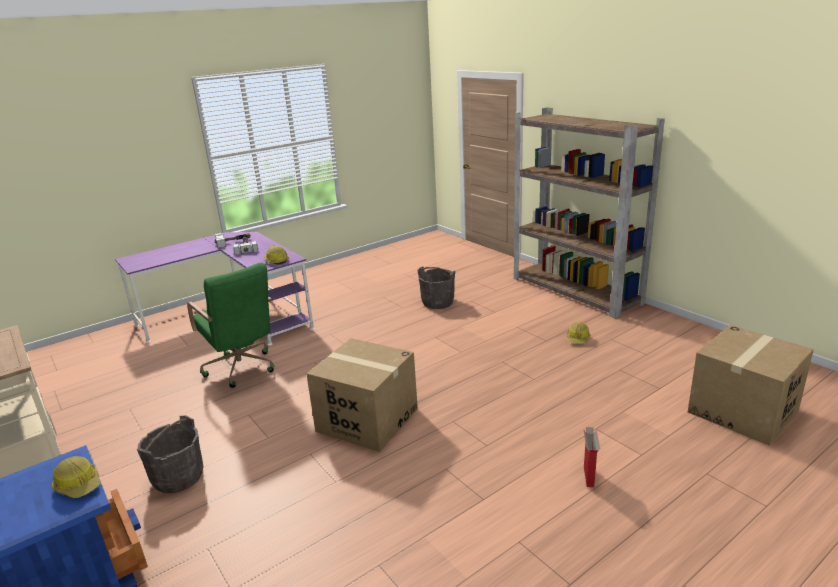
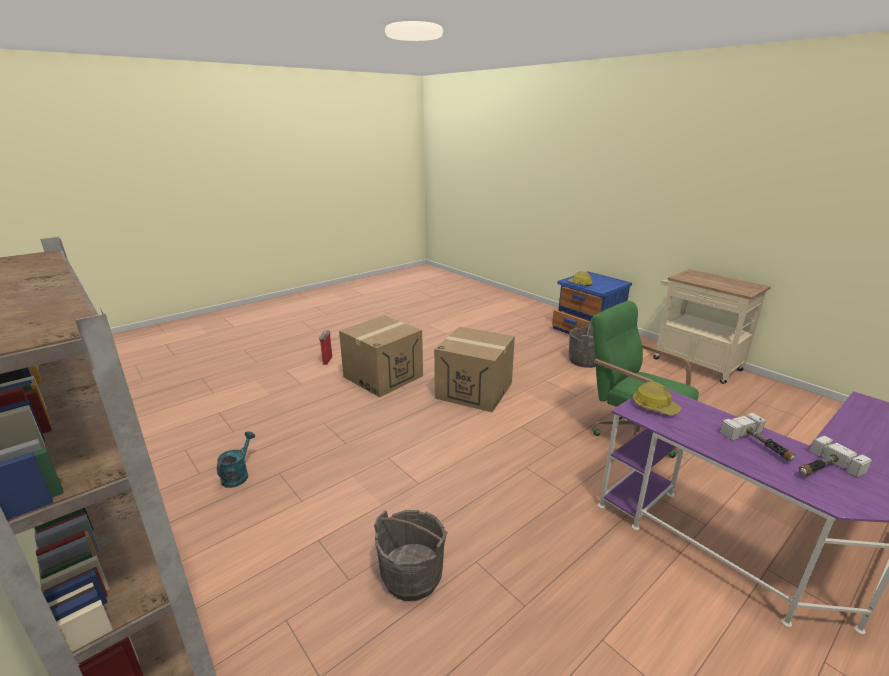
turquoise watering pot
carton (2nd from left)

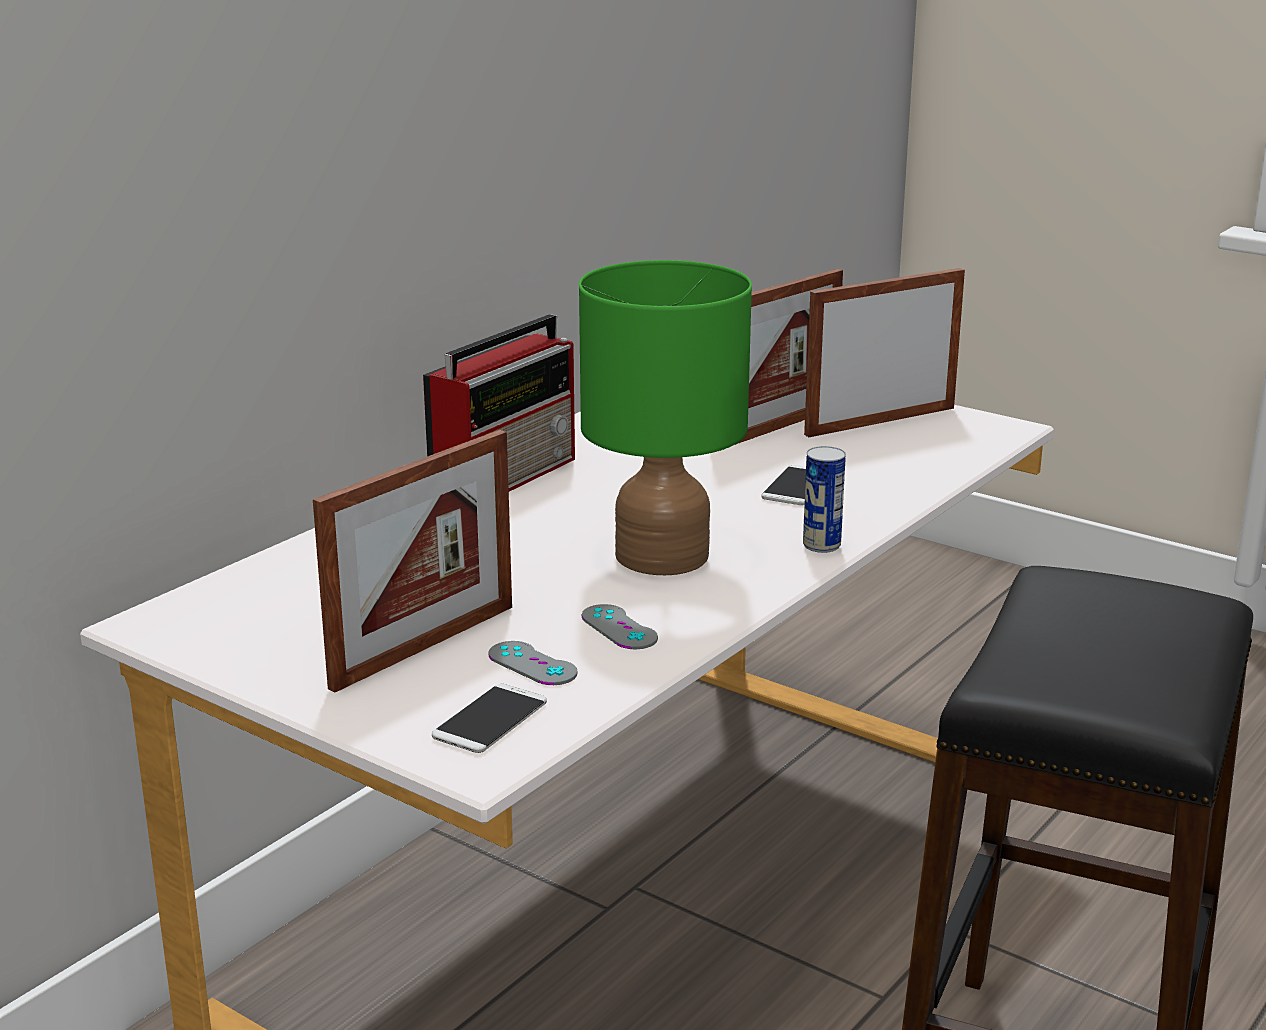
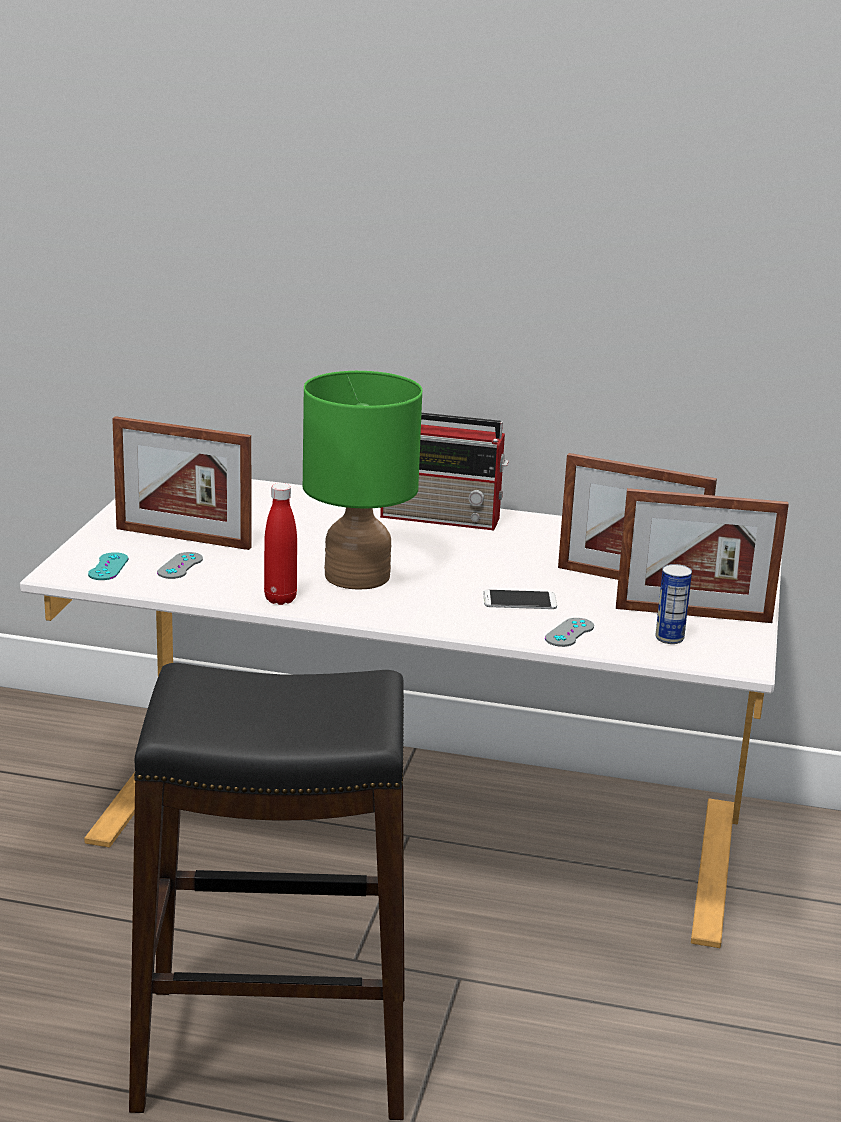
turquoise joypad
reddish beverage bottle
greyish joypad (2nd from left)
photo frame (3rd from left)
sealed can

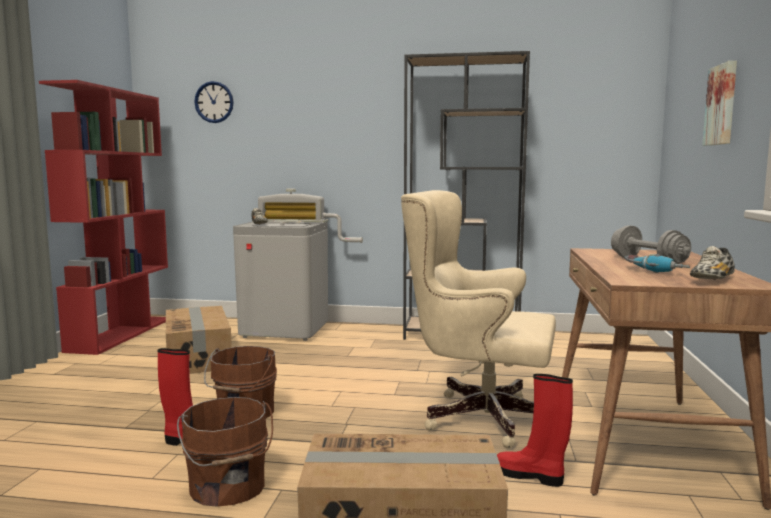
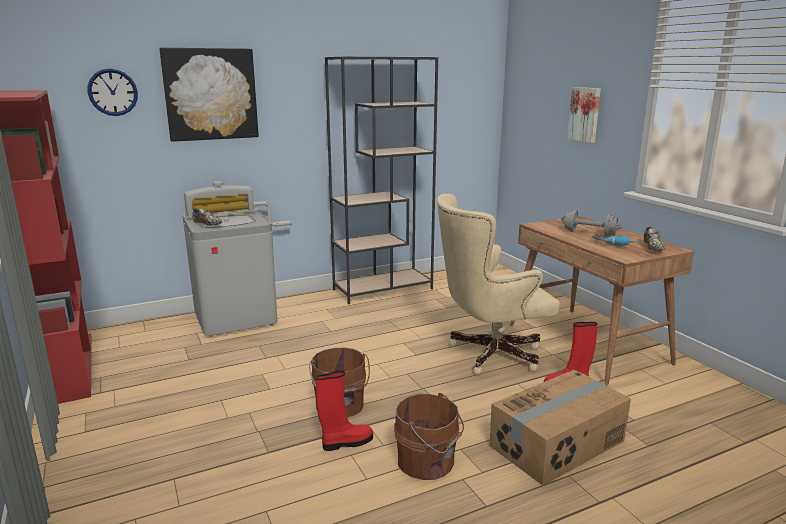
wall art (1st from left)
carton (1st from left in the first image)

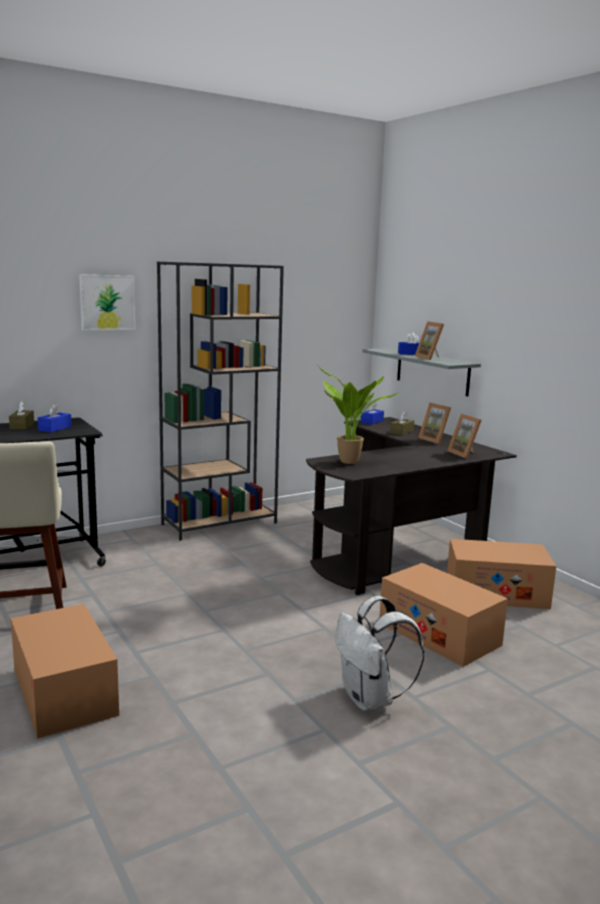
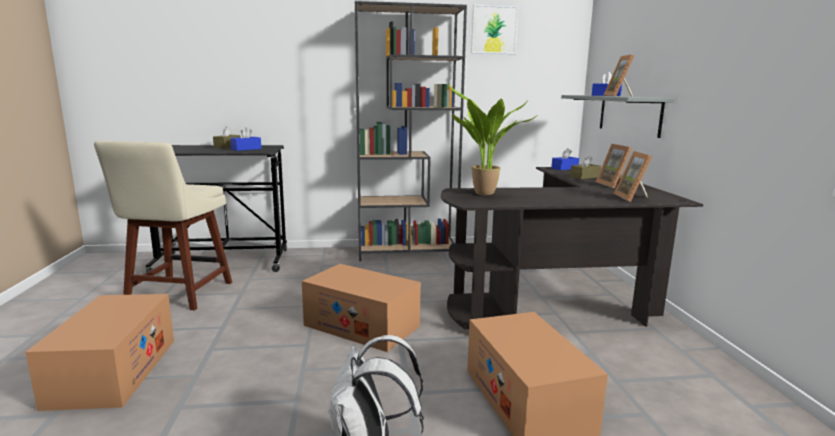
carton (2nd from left)
wall art

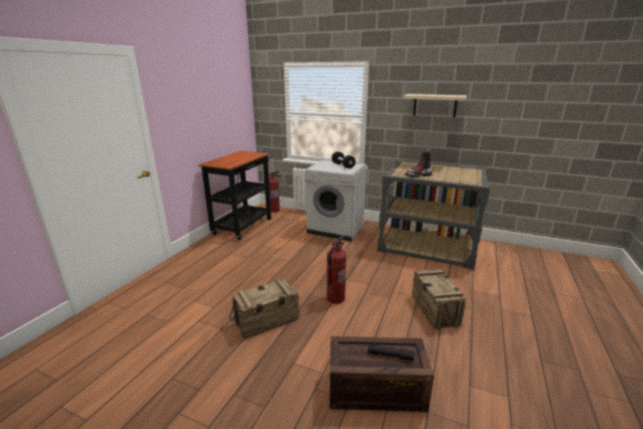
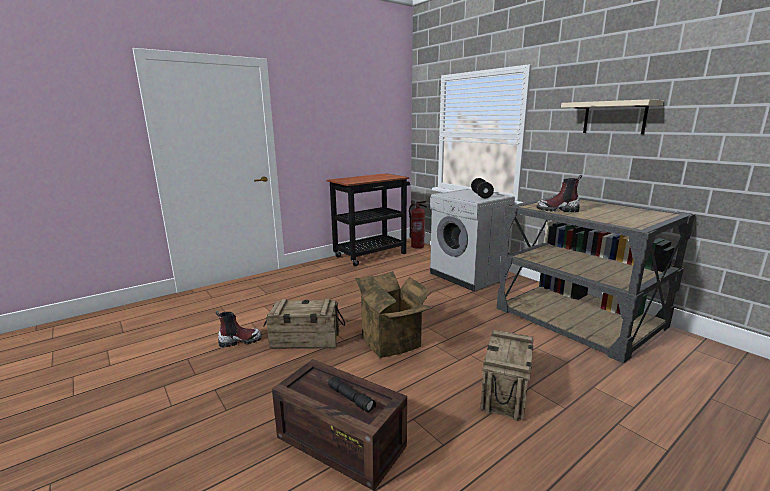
tall boot (1st from left)
carton

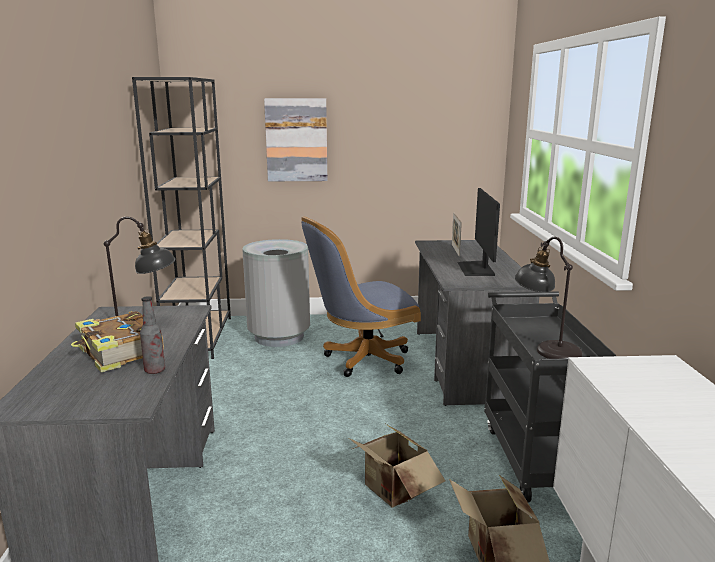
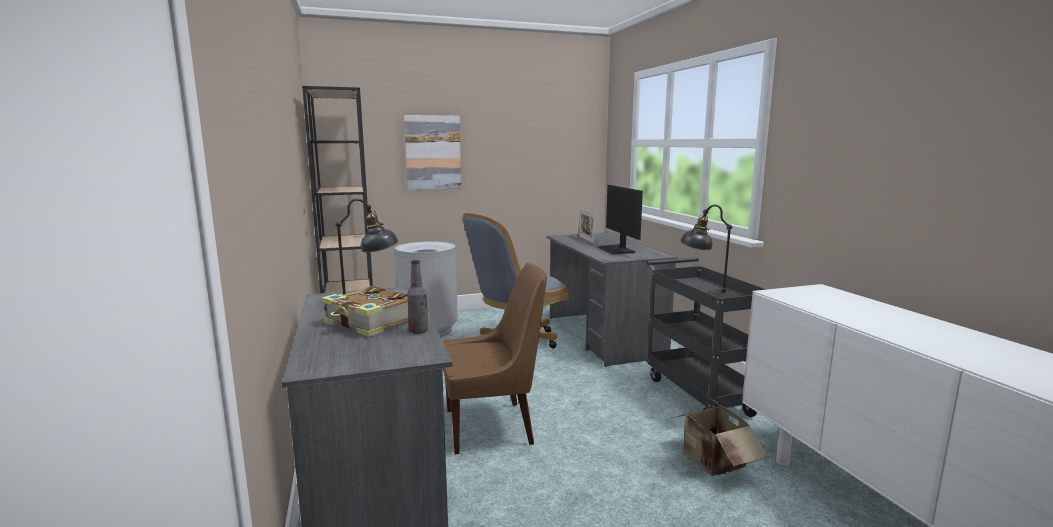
brownish upright chair
carton (1st from left in the first image)

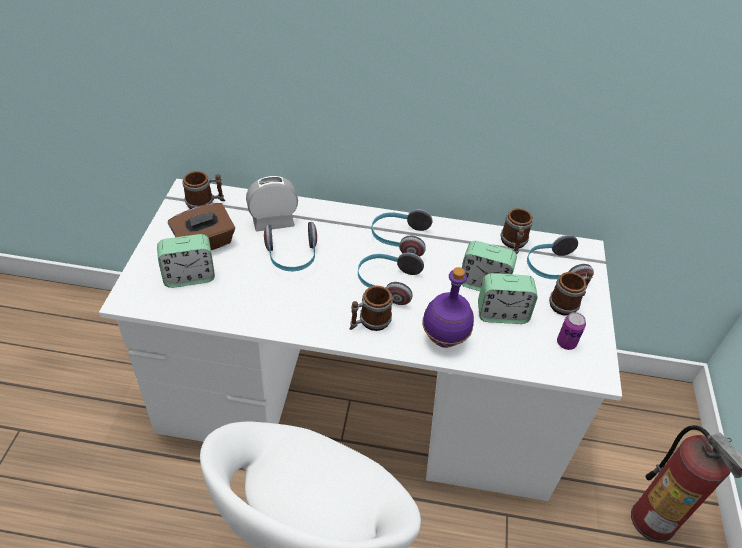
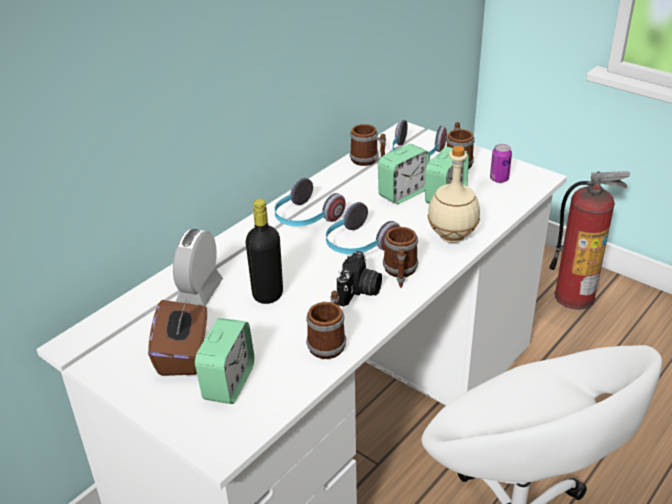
blackish beverage bottle
mug (1st from left)
photo camera
beige-coloured beverage bottle

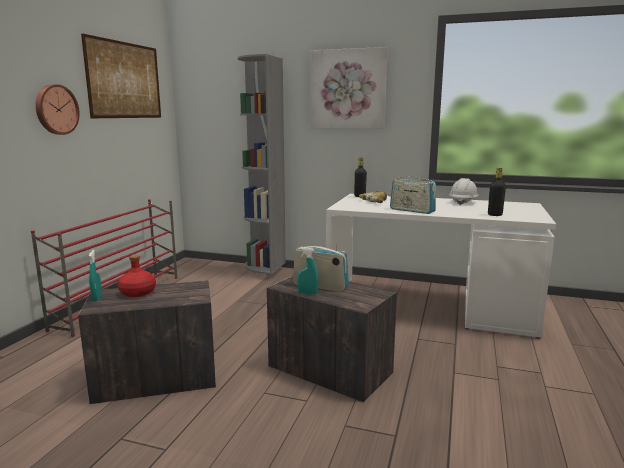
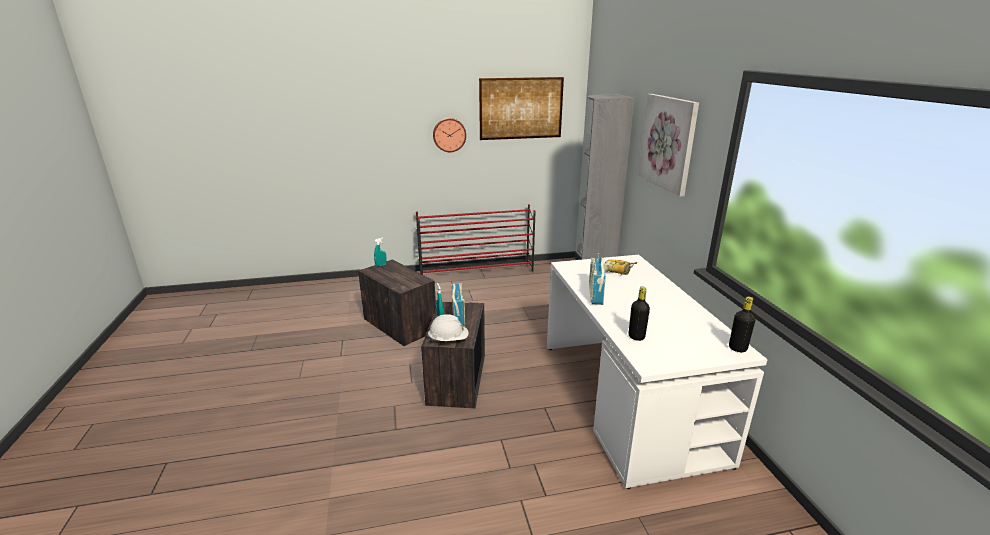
white-coloured work helmet
blackish beverage bottle (2nd from left)
reddish beverage bottle

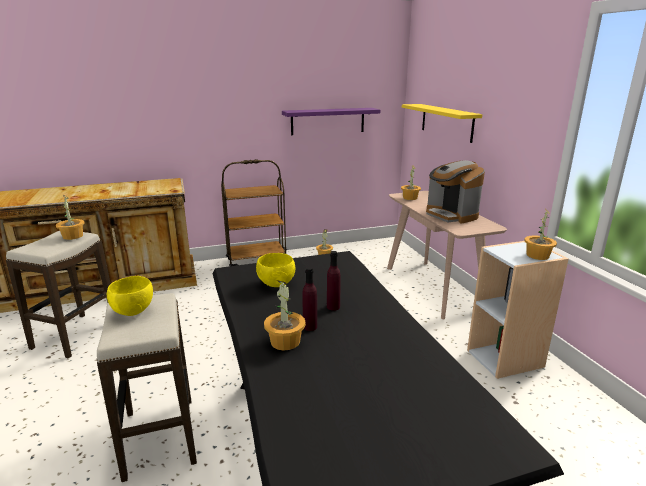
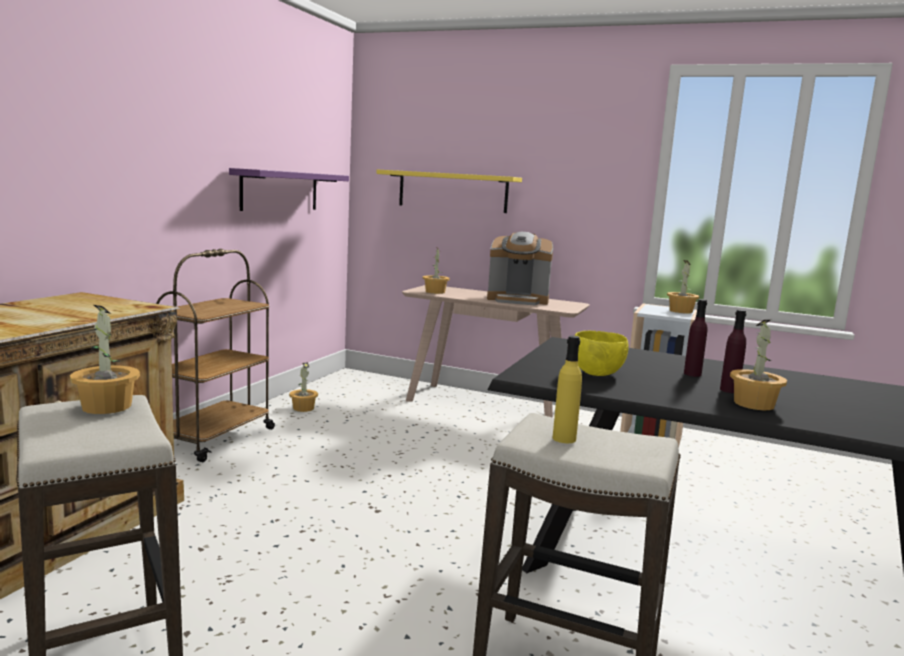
yellowish beverage bottle

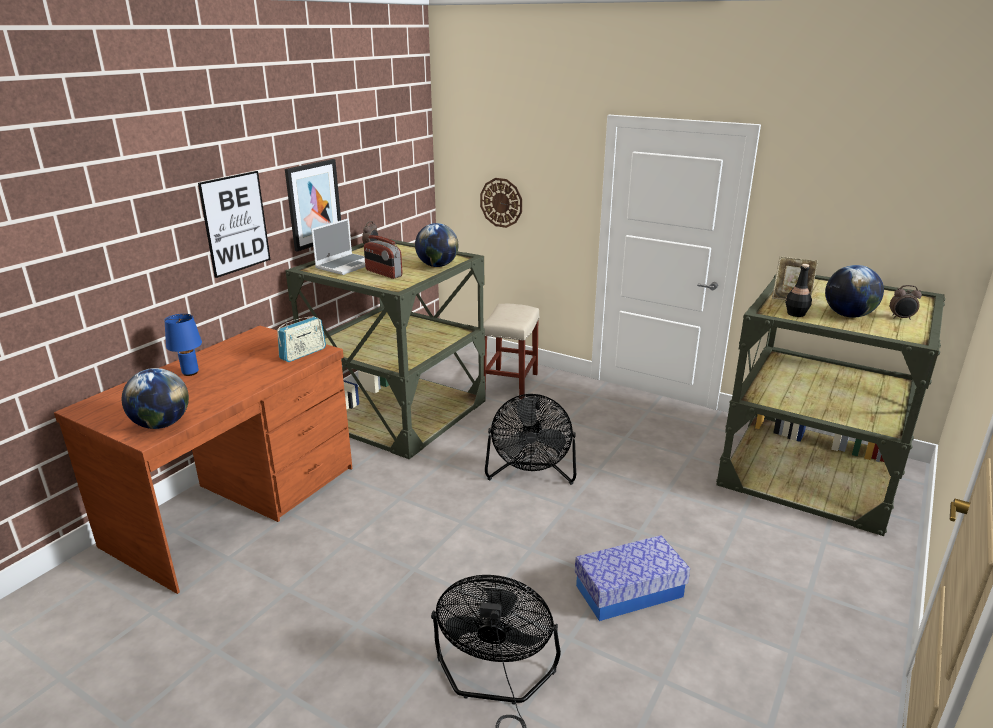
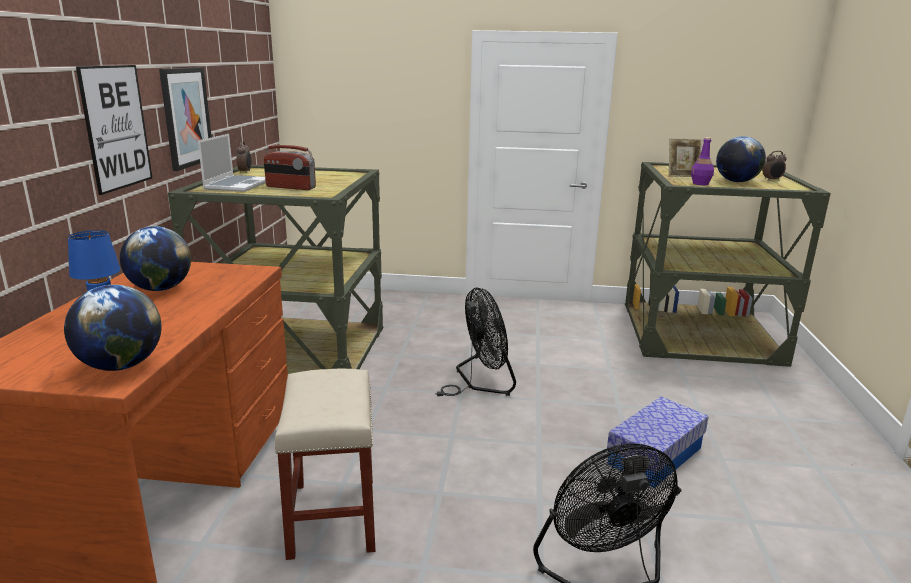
desk globe (2nd from left)
beige-coloured stool
blackish cooling fan (1st from left)
purple beverage bottle
radio (1st from left in the first image)
wall clock

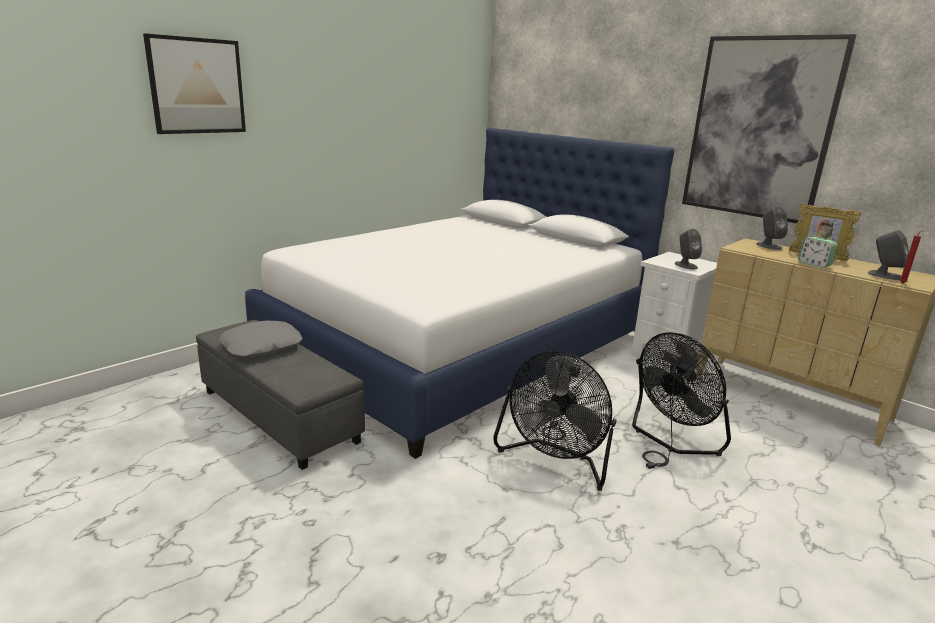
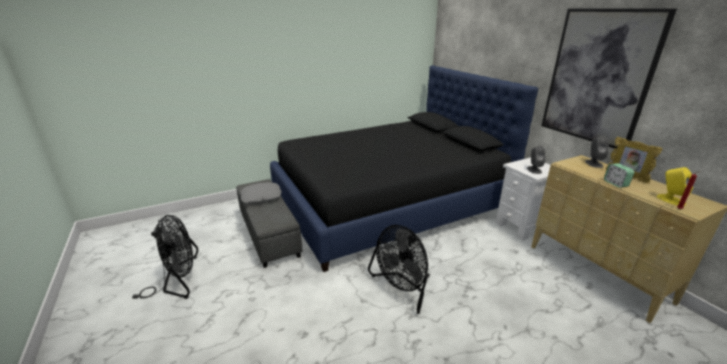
blackish cooling fan (1st from left)
blackish bed
yellowish speaker
wall art (1st from left in the first image)

